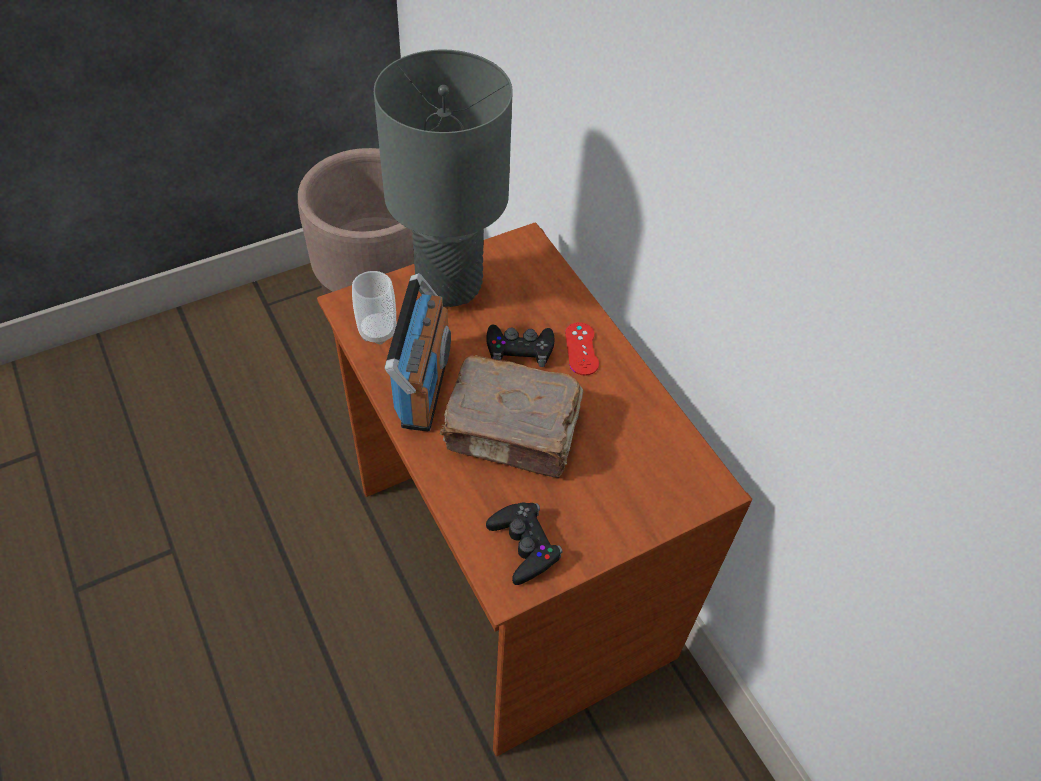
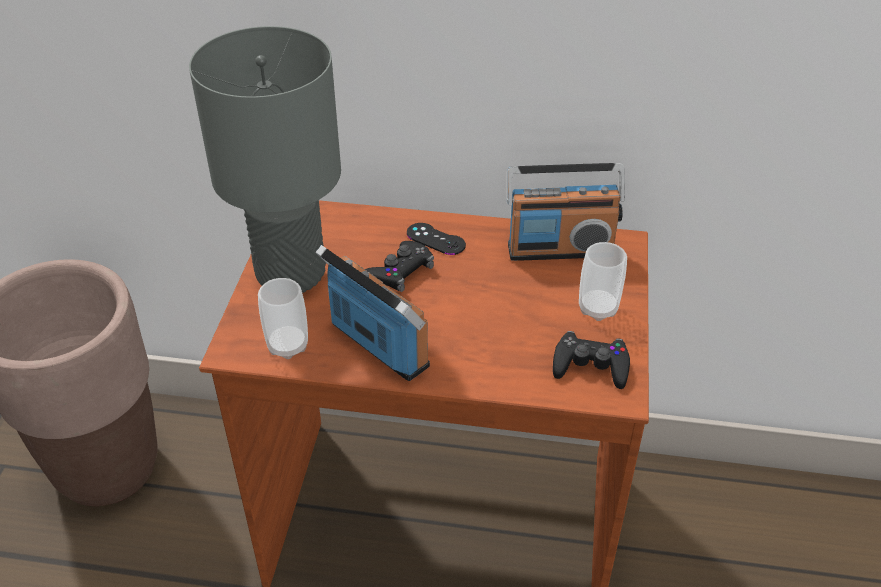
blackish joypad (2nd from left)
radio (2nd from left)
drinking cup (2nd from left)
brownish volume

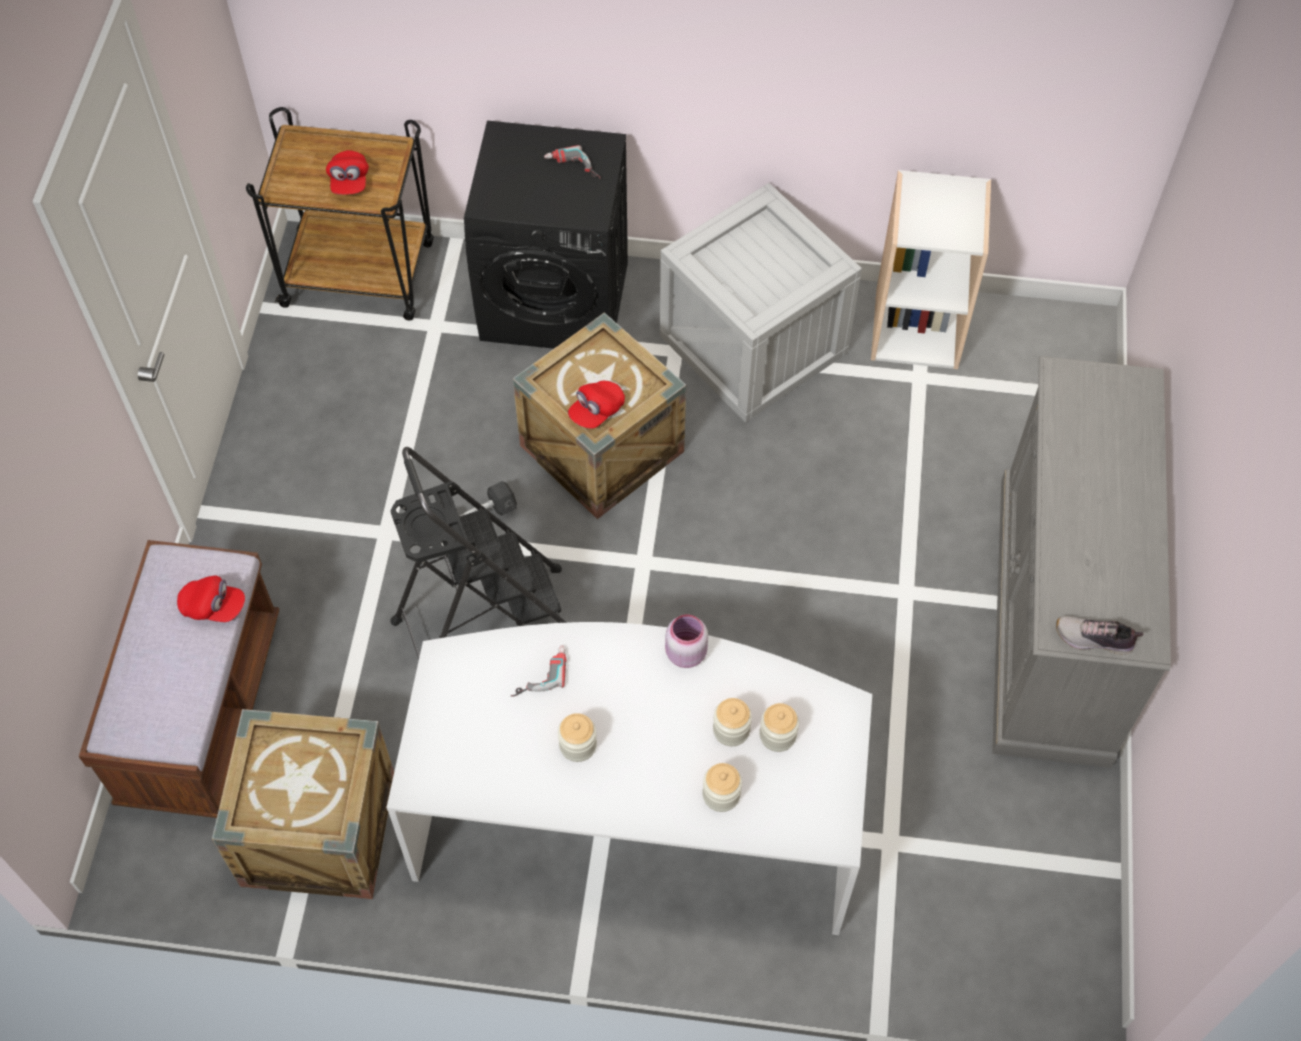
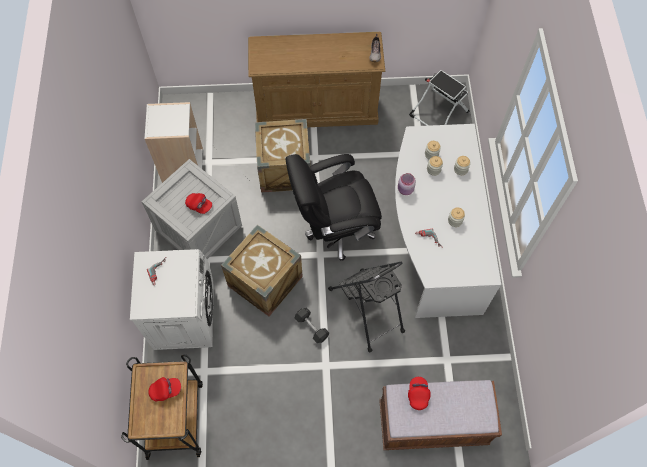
white-coloured laundry machine
reddish baseball cap (2nd from left)
brownish cupboard
shipping crate (3rd from left)
blackish desk chair
stepladder (2nd from left)

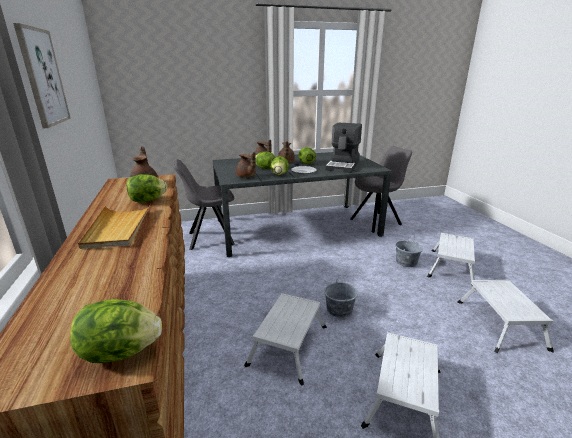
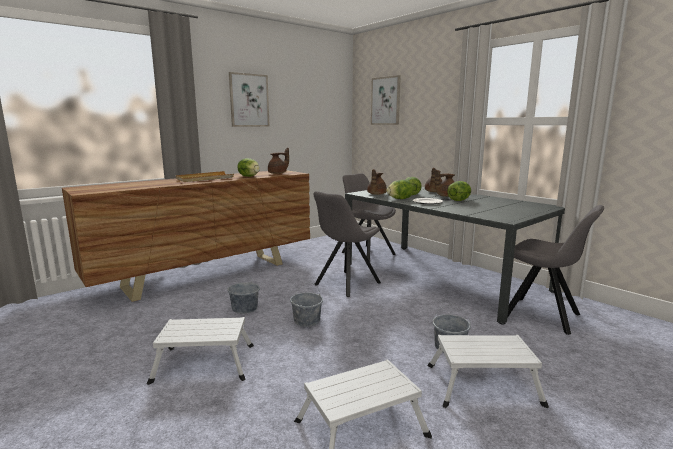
greyish pail (1st from left)
greyish upright chair (1st from left)
wall art (2nd from left)
lettuce (1st from left in the first image)
coffee brewer

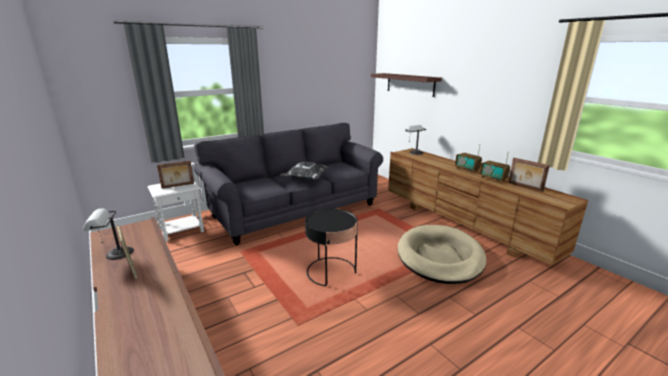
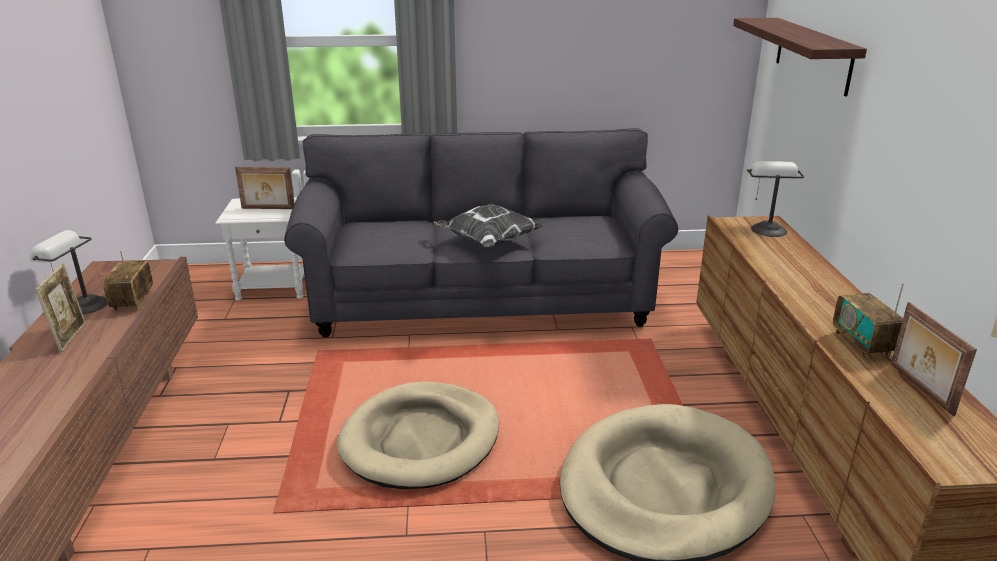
radio (1st from left)
beige-coloured dog cushion (1st from left)

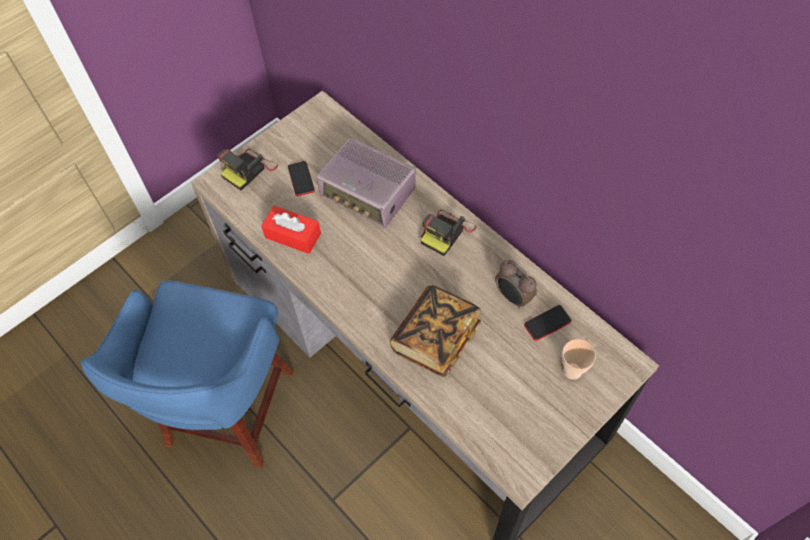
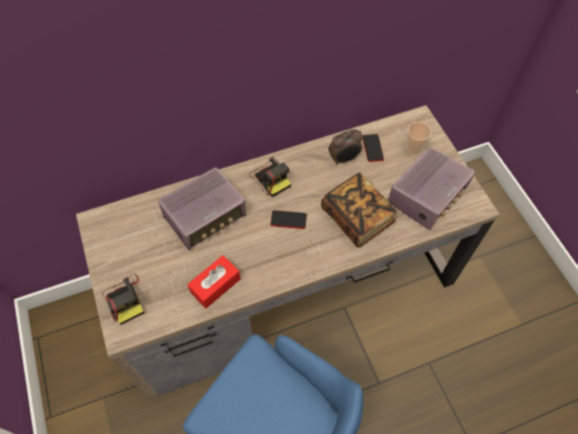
handset (1st from left)
radio (2nd from left)

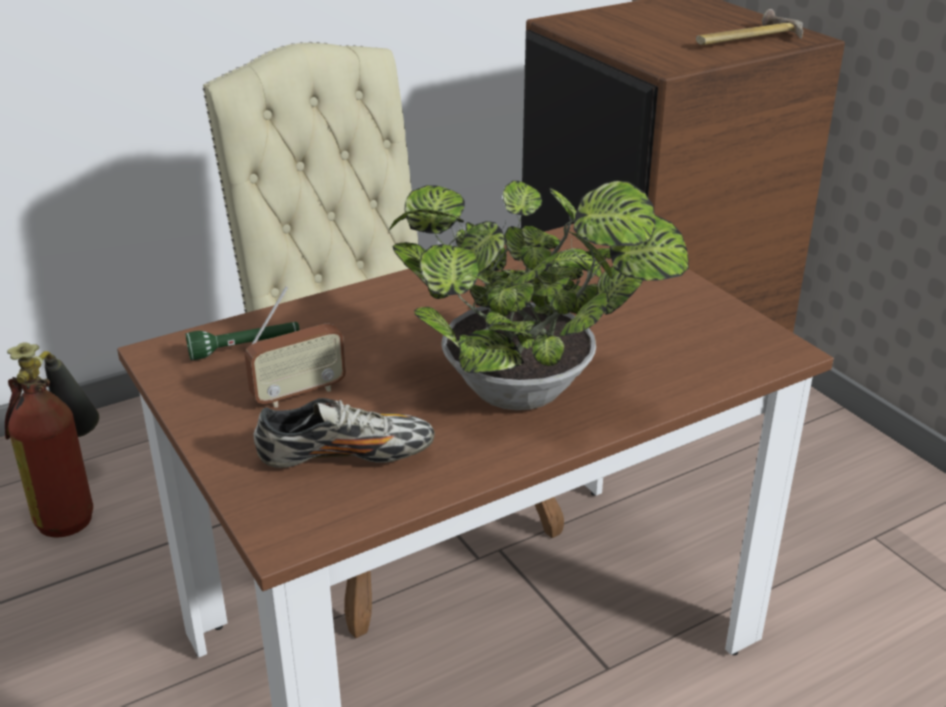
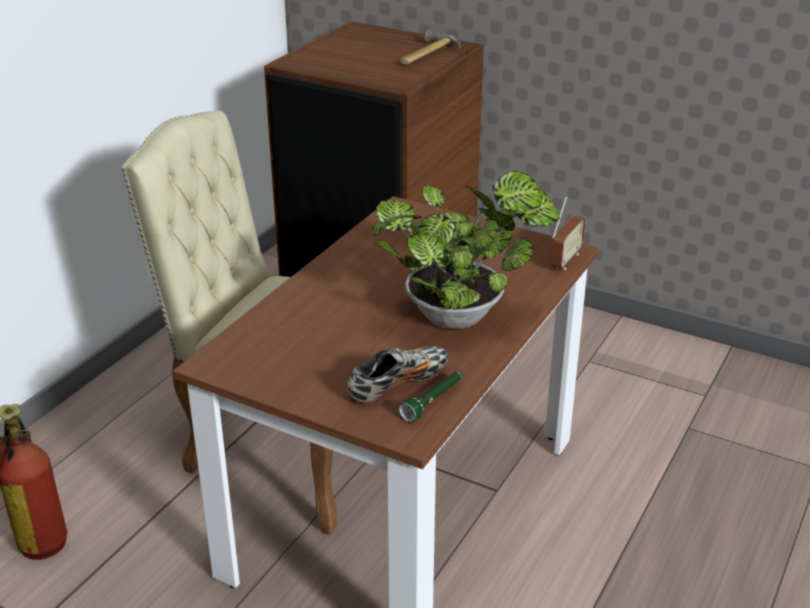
greenish hand torch
radio

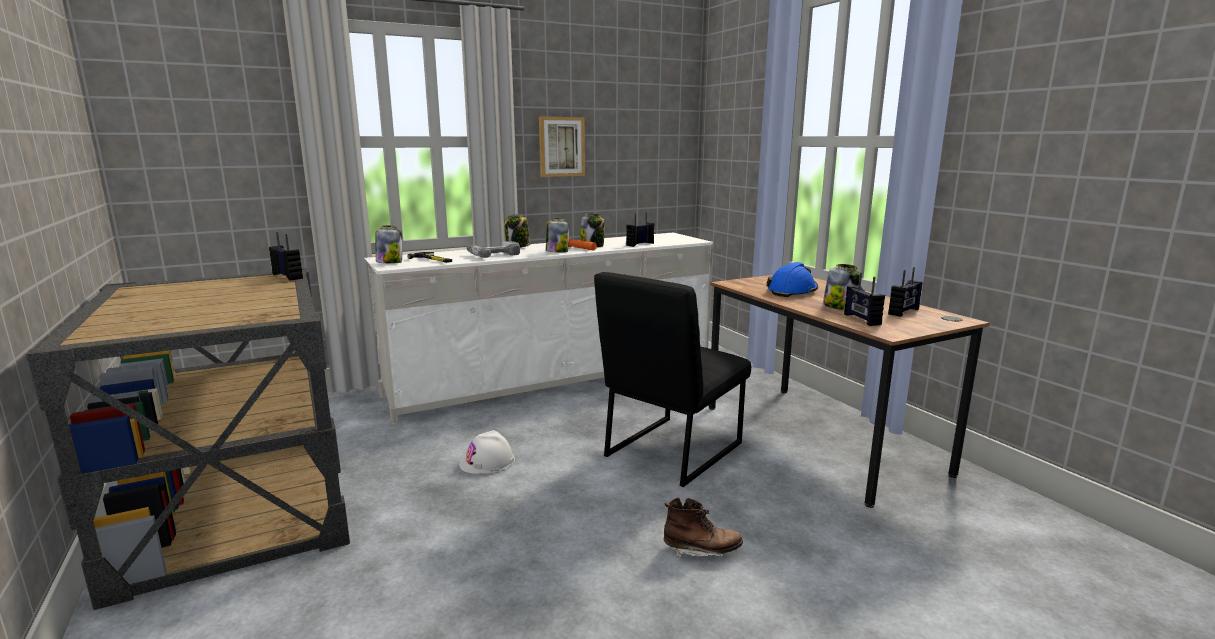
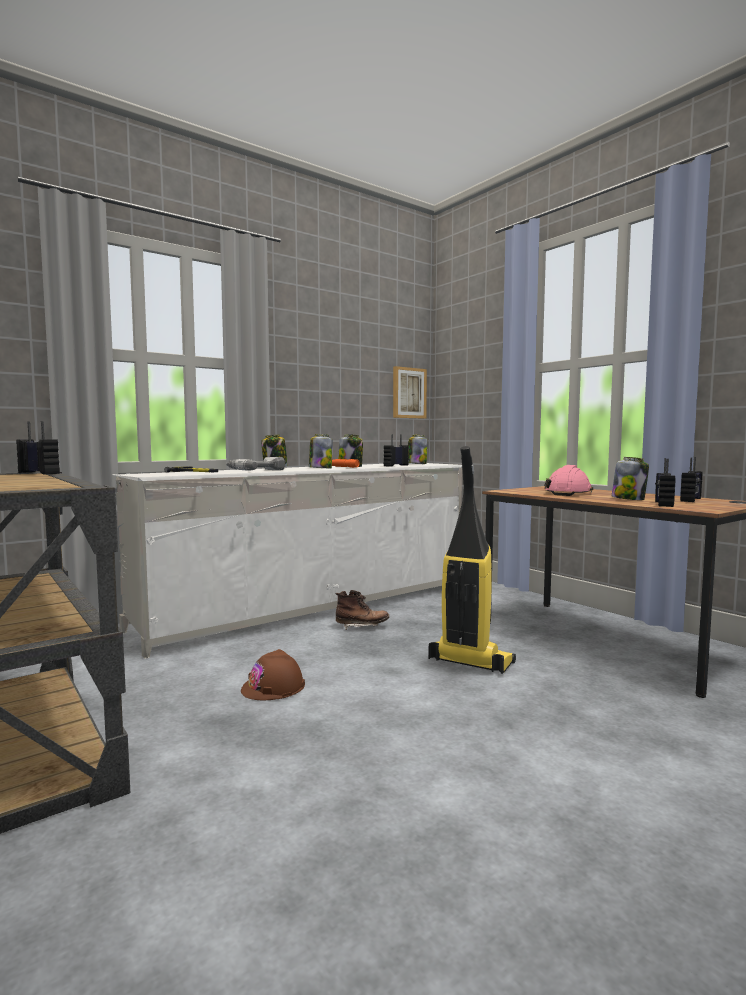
brownish work helmet
brownish tall boot
wall art
storage jar (4th from left)
vacuum cleaner
pink work helmet
radio (3rd from left)

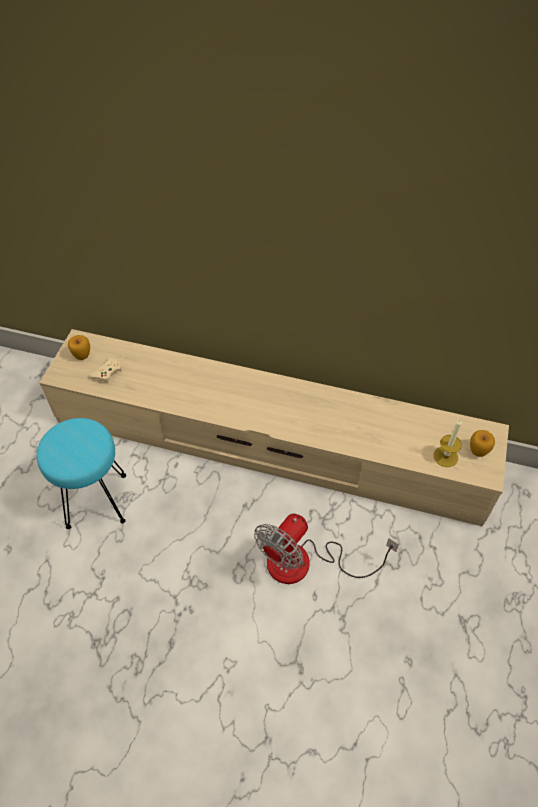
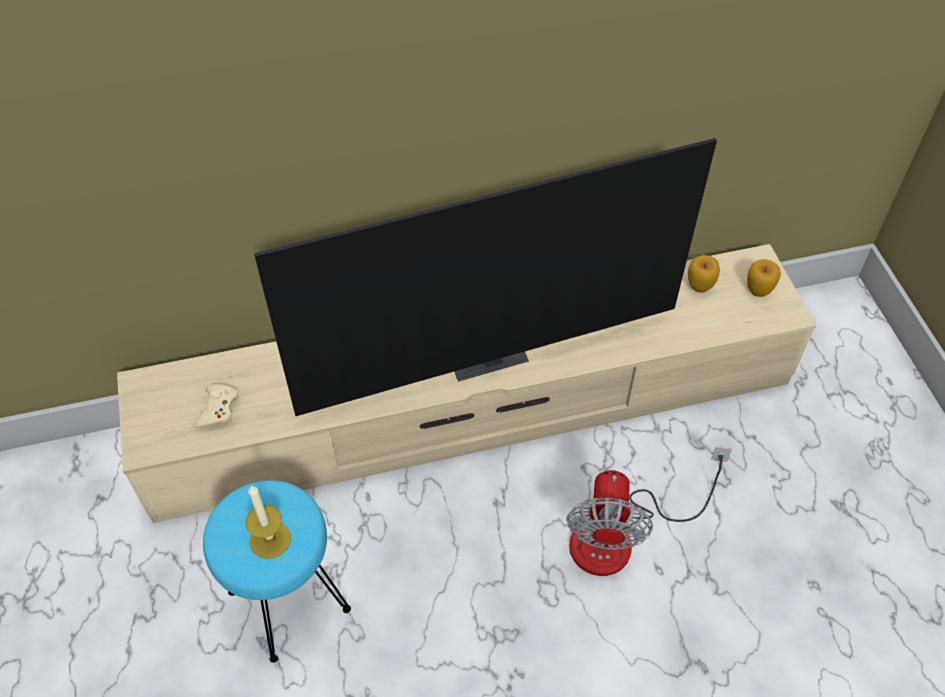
wax light
TV
apple fruit (1st from left)

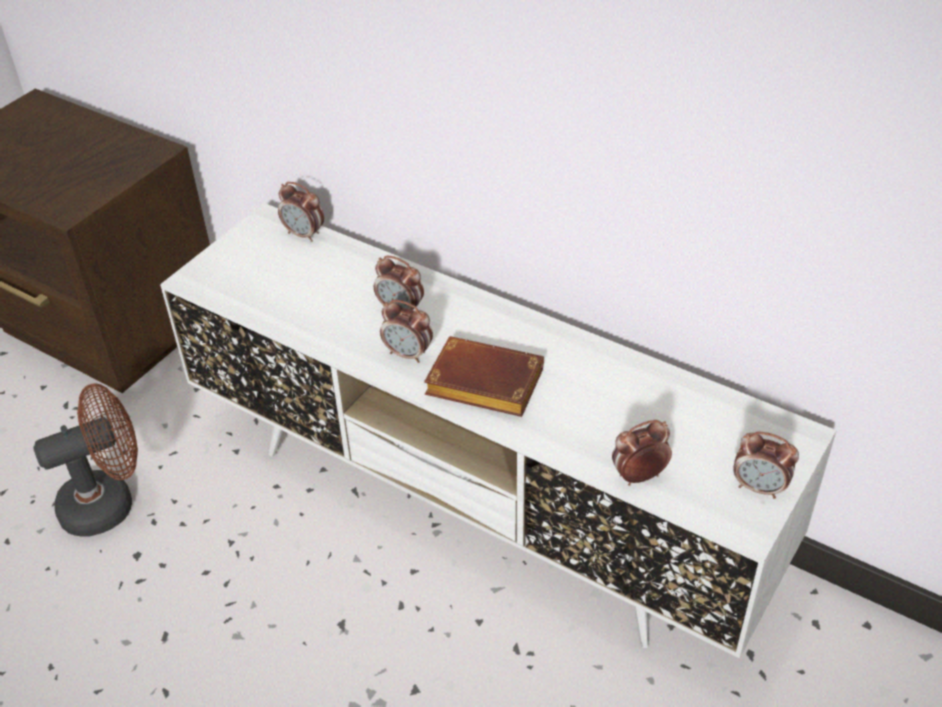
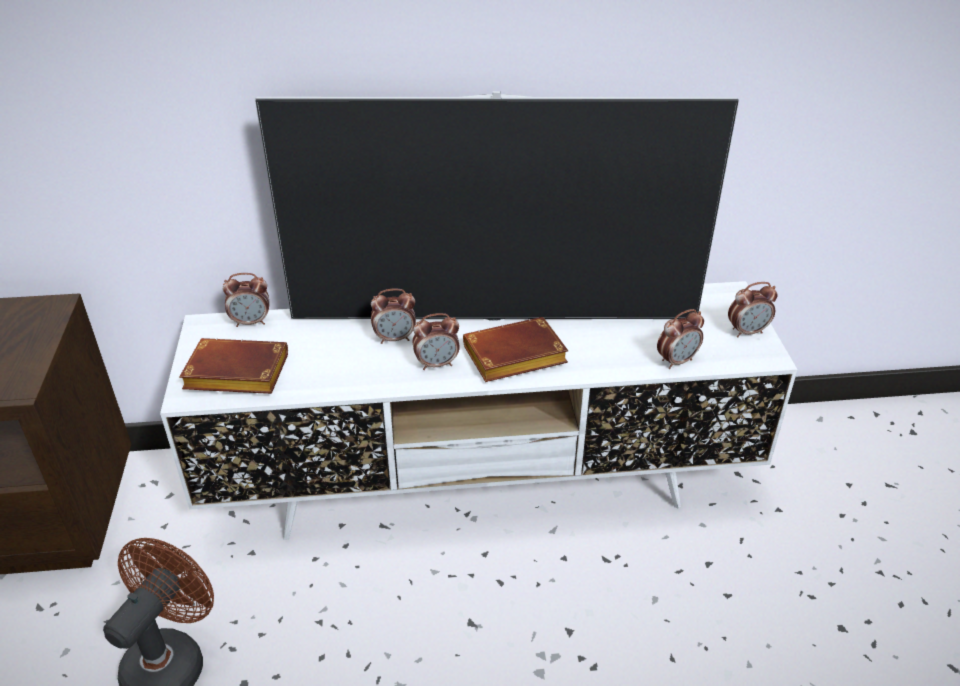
brownish volume (1st from left)
TV
bedside clock (4th from left)

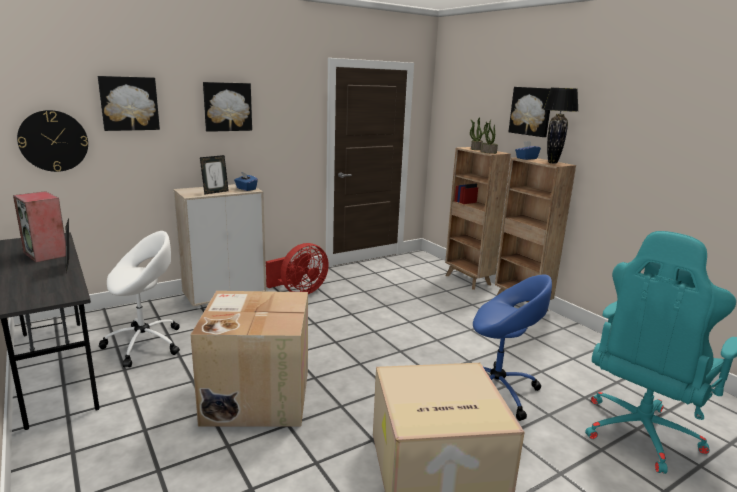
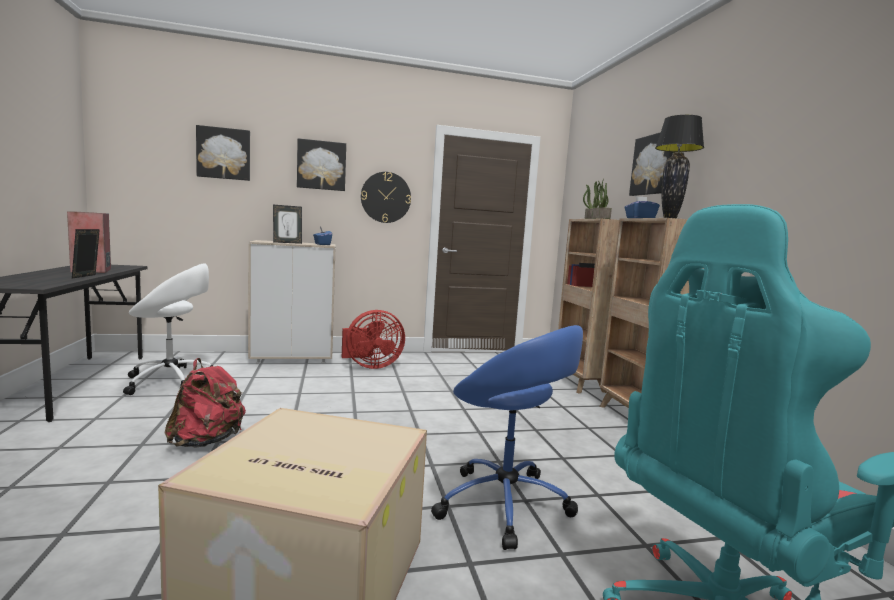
reddish rucksack
wall clock

